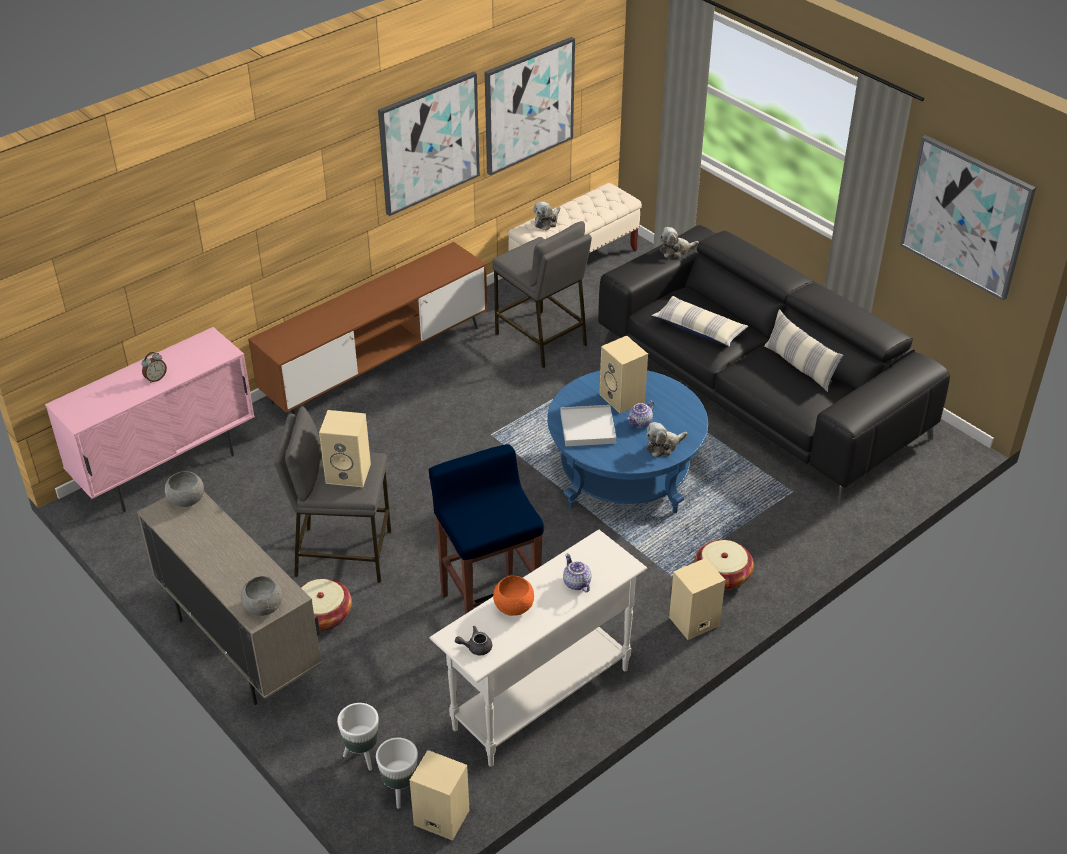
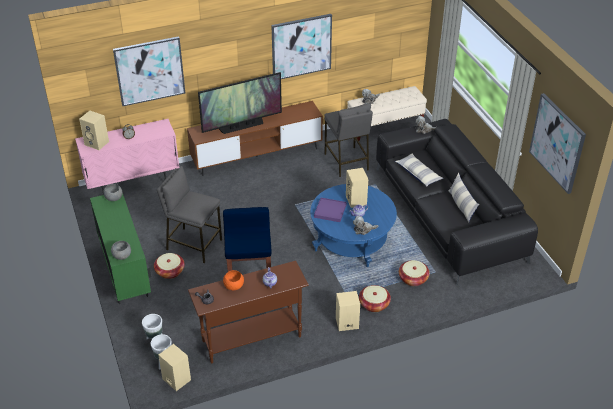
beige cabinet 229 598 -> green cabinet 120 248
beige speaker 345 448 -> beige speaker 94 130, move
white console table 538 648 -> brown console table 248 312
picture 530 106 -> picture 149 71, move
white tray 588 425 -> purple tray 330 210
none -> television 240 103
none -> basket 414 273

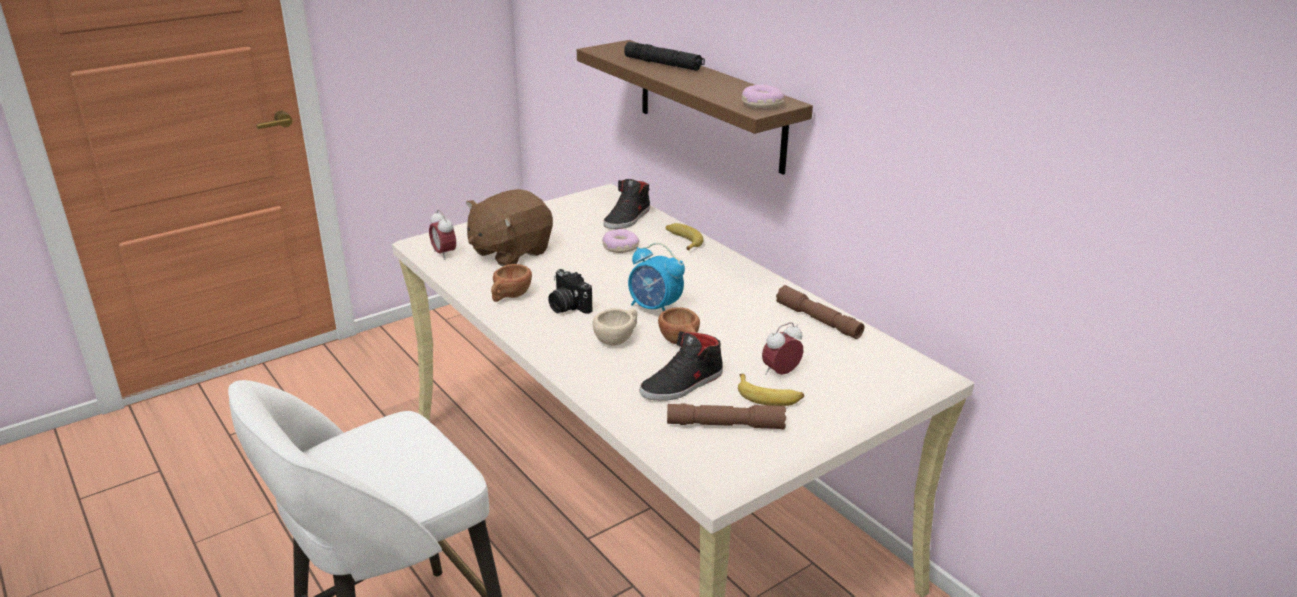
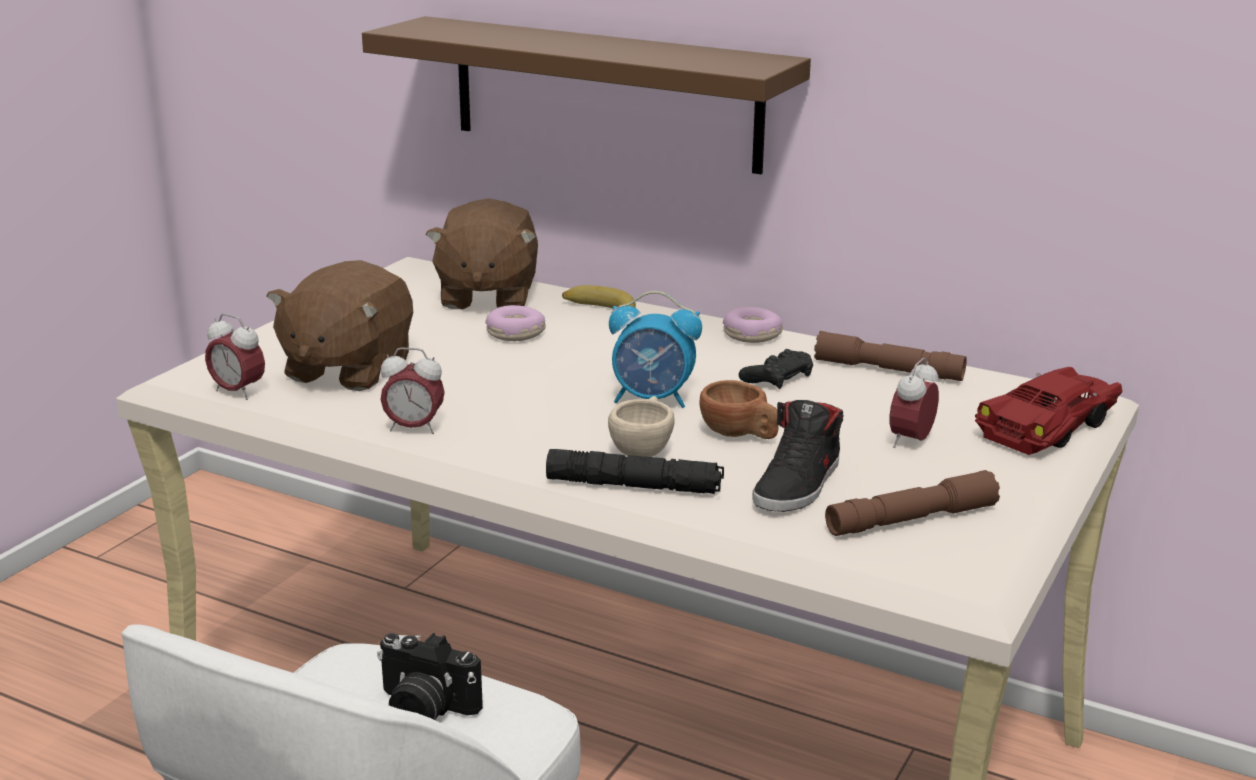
brown cup 511 283 -> alarm clock 413 390
photo camera 570 291 -> photo camera 430 676, move
black shoe 626 204 -> brown plush toy 481 253
black flashlight 664 56 -> black flashlight 635 471, move
banana 771 390 -> none
donut 763 97 -> donut 753 325, move
none -> black game controller 776 369
none -> red toy car 1049 411

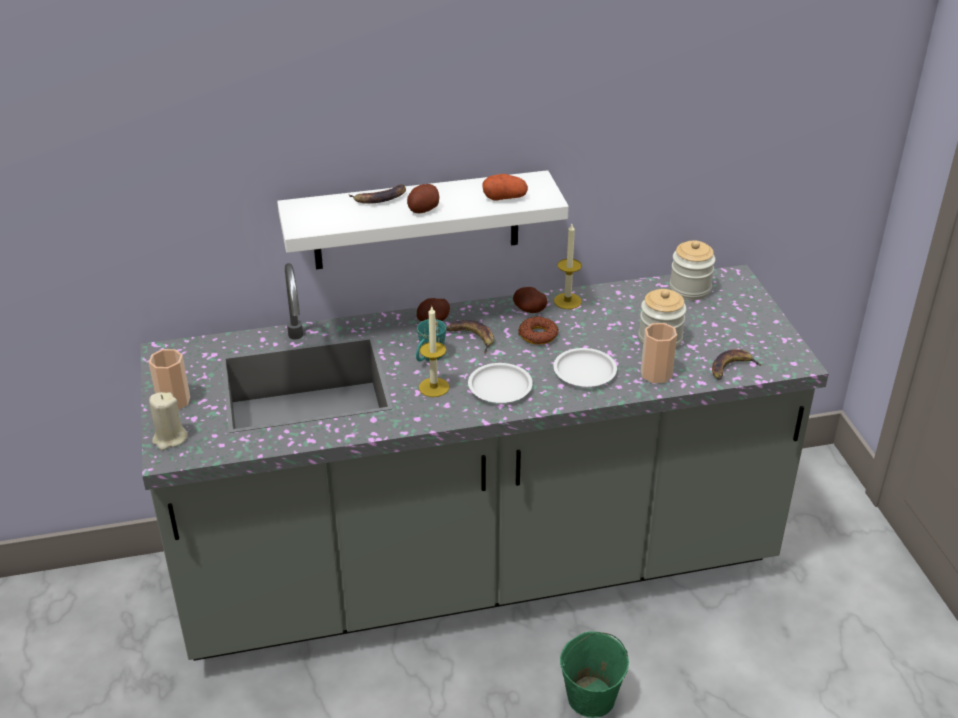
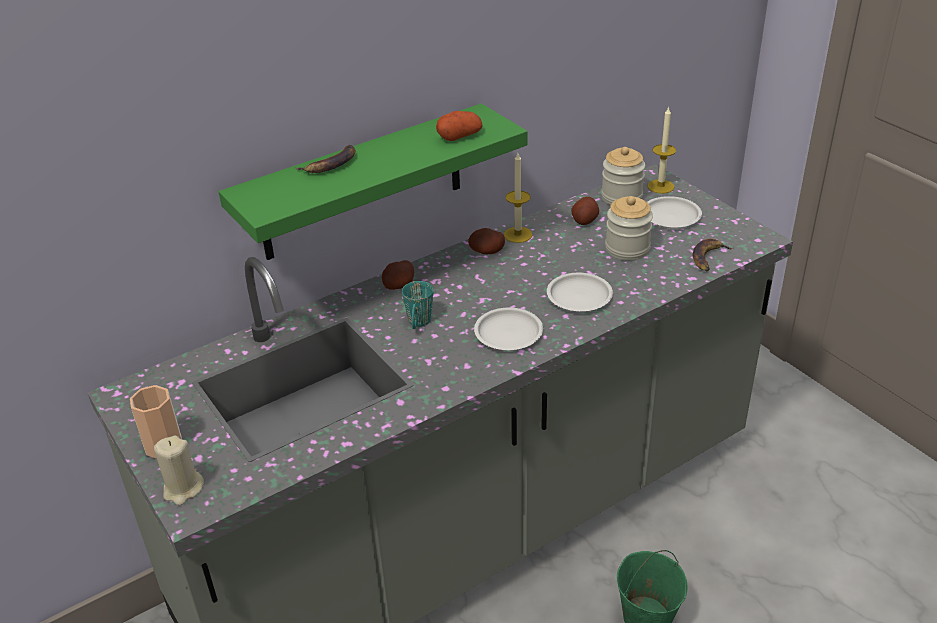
white shelf 423 219 -> green shelf 373 181
potato 423 198 -> potato 585 211, move
candle 434 351 -> candle 661 150, move
banana 470 337 -> none
donut 538 331 -> none
cup 659 353 -> none
none -> white plate 674 212

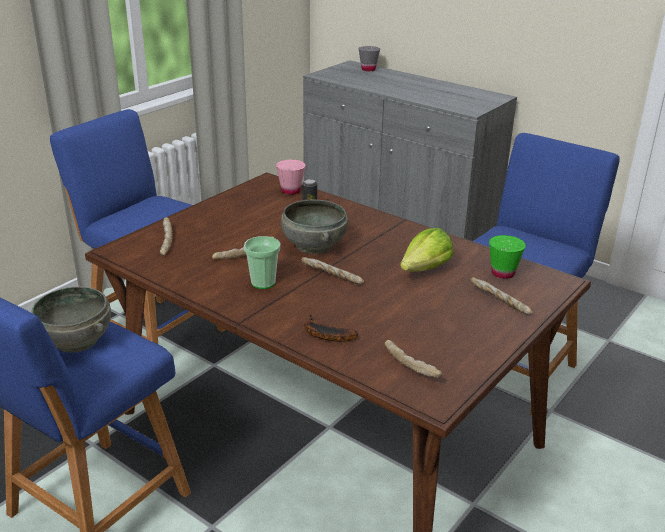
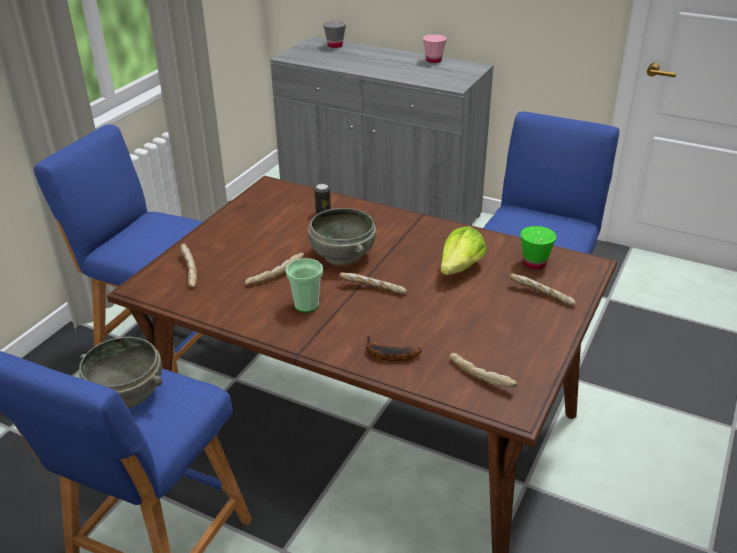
pink cup 291 177 -> pink cup 435 48, move

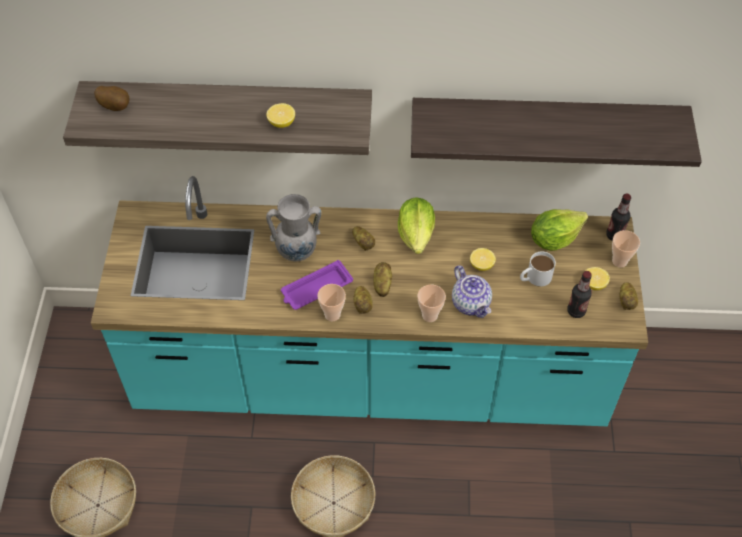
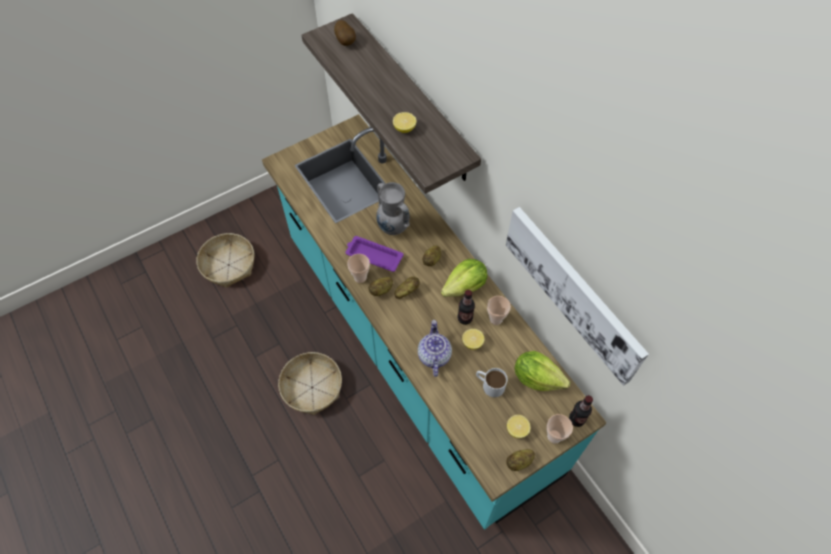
shelf 556 132 -> picture 577 296
cup 432 303 -> cup 499 310, move
teapot 472 291 -> teapot 435 348, 150 degrees clockwise
bottle 579 294 -> bottle 466 307, move

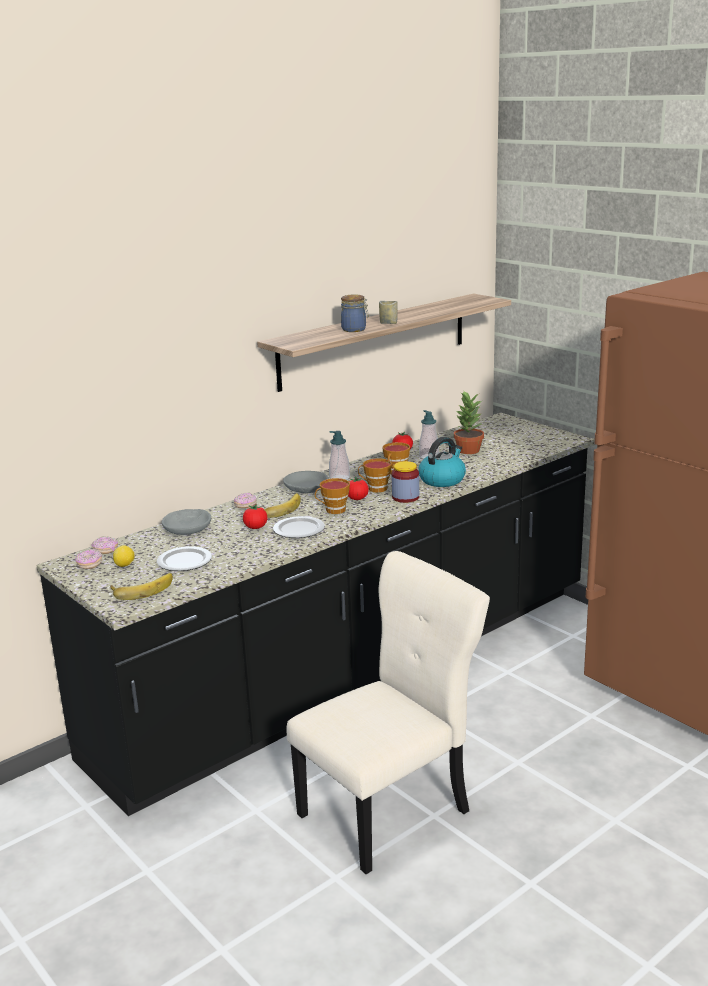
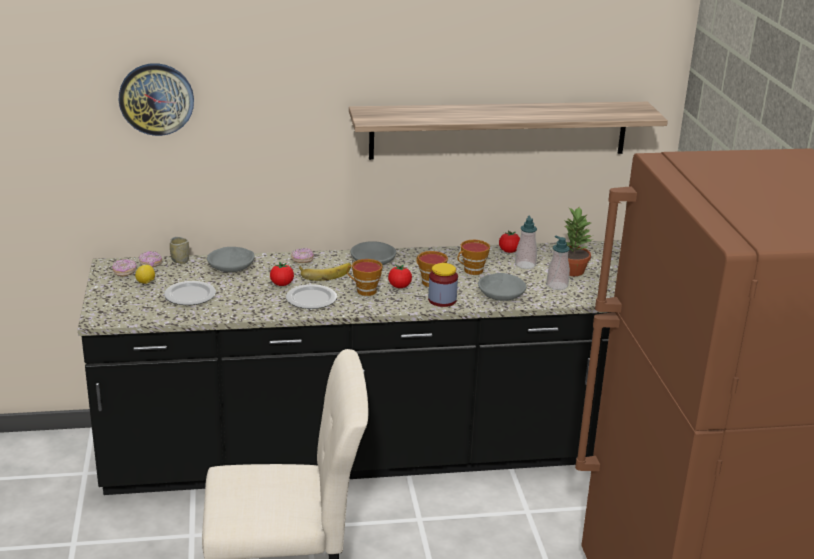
banana 141 586 -> none
soap dispenser 339 455 -> soap dispenser 558 263, move
jar 355 313 -> none
cup 388 312 -> cup 179 250, move
kettle 442 462 -> grey bowl 502 287
none -> wall clock 156 99

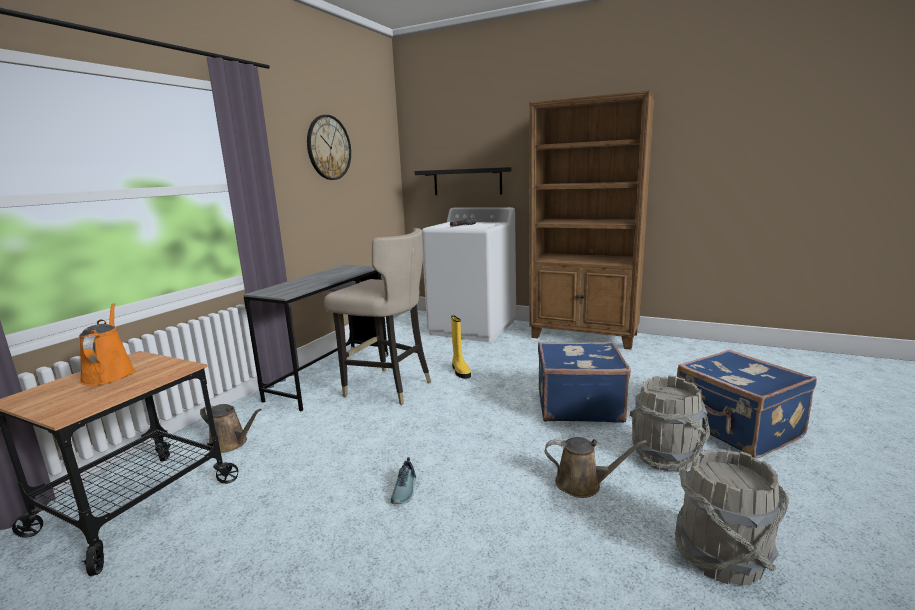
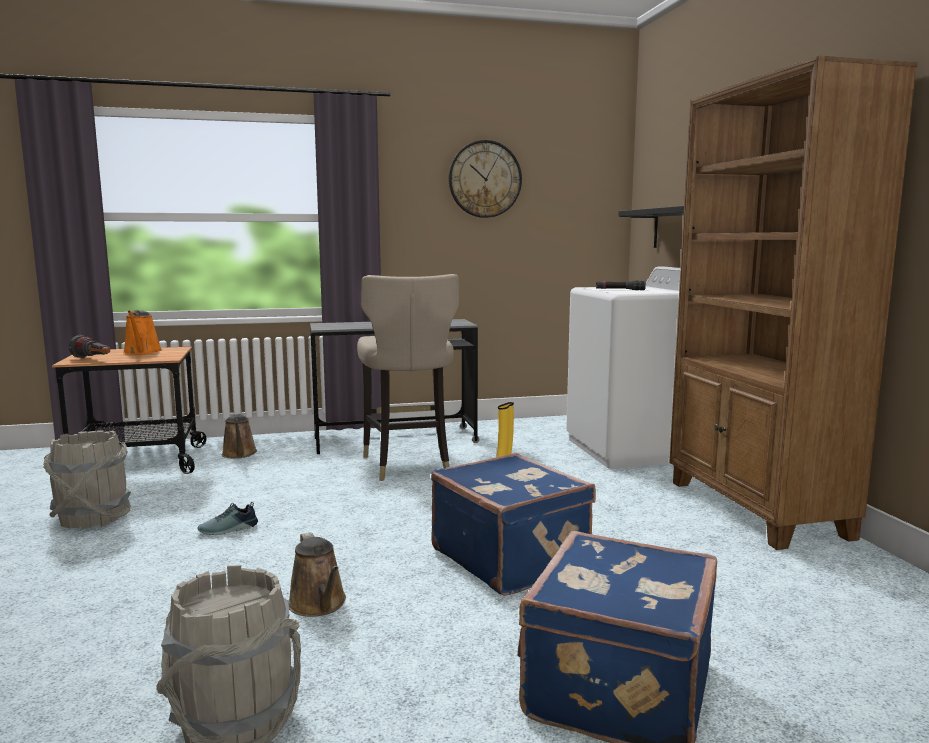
orange watering can 107 344 -> orange watering can 142 332, 135 degrees clockwise
grey bucket 670 423 -> grey bucket 87 479, move
none -> flashlight 89 346

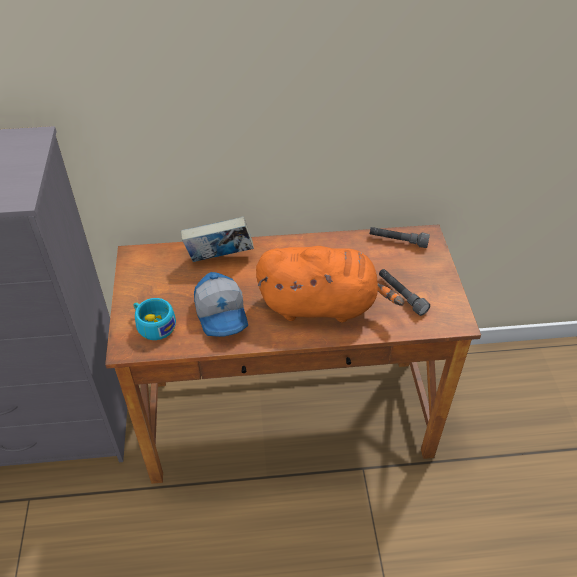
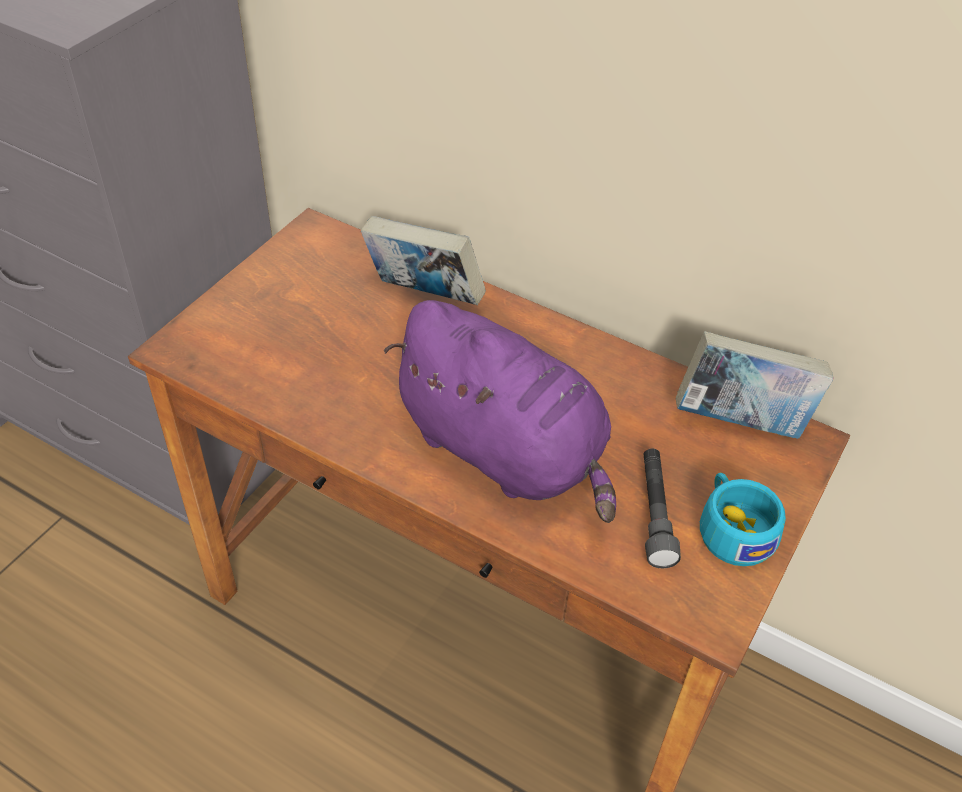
turquoise cup 154 319 -> turquoise cup 743 519, move
cap 221 304 -> none
orange plush toy 330 284 -> purple plush toy 500 411
grey flashlight 399 237 -> book 755 385

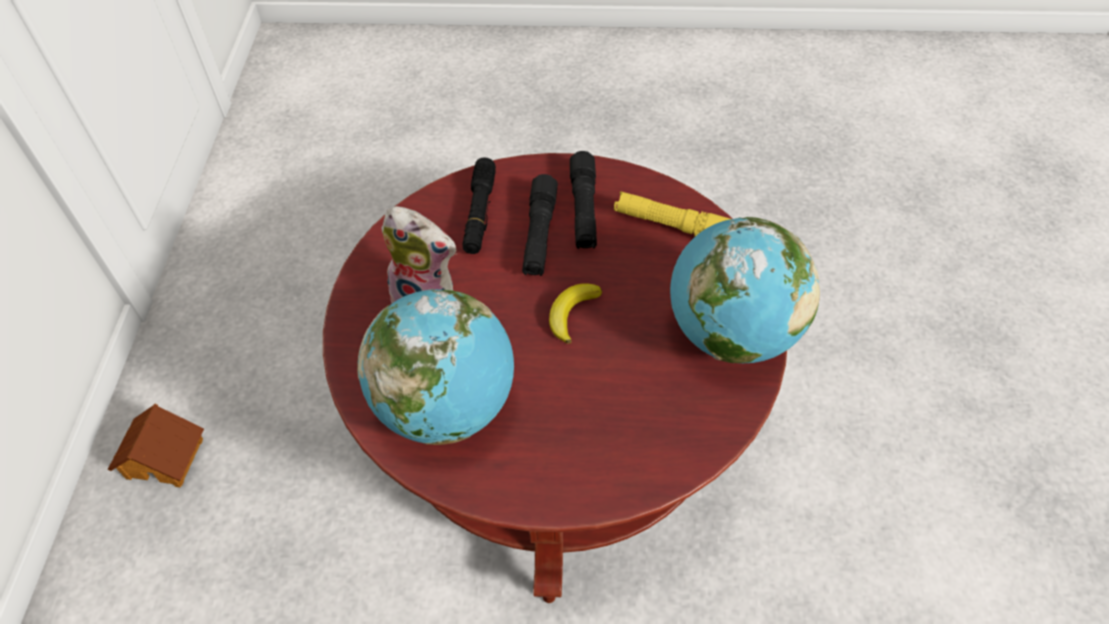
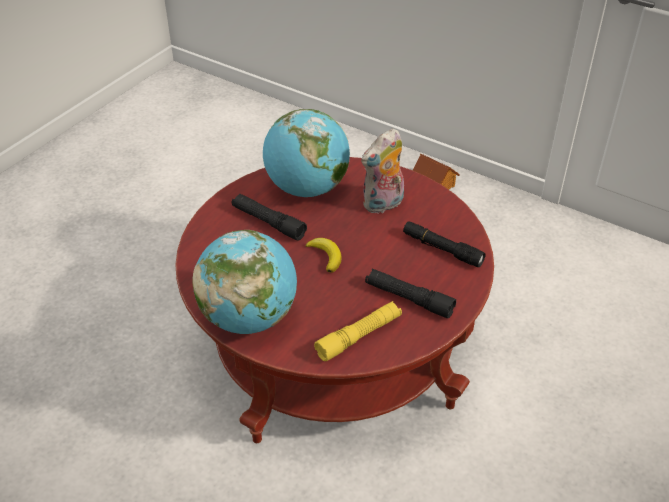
black flashlight 540 225 -> black flashlight 269 217, move

